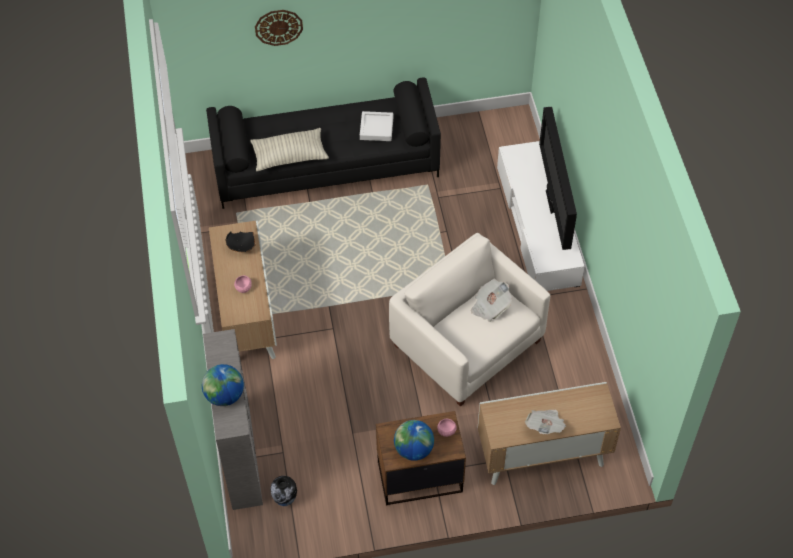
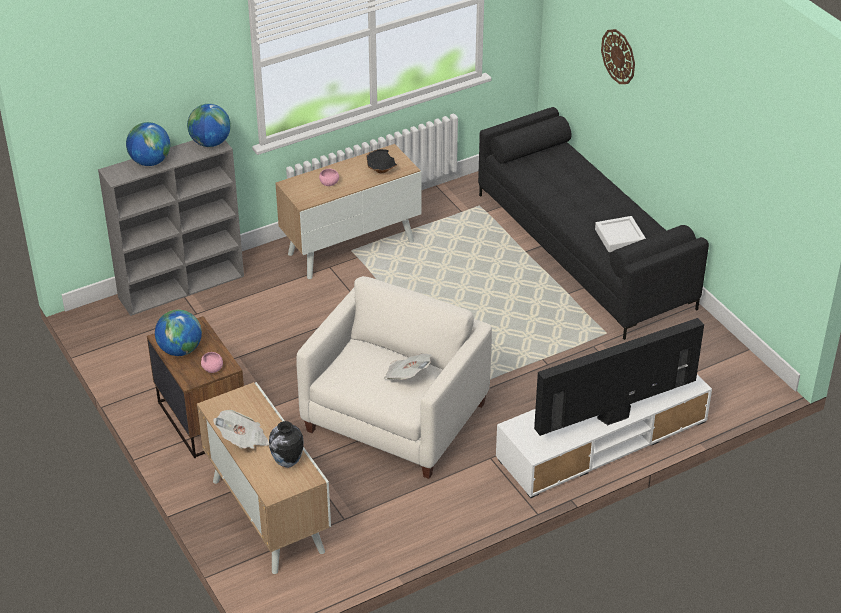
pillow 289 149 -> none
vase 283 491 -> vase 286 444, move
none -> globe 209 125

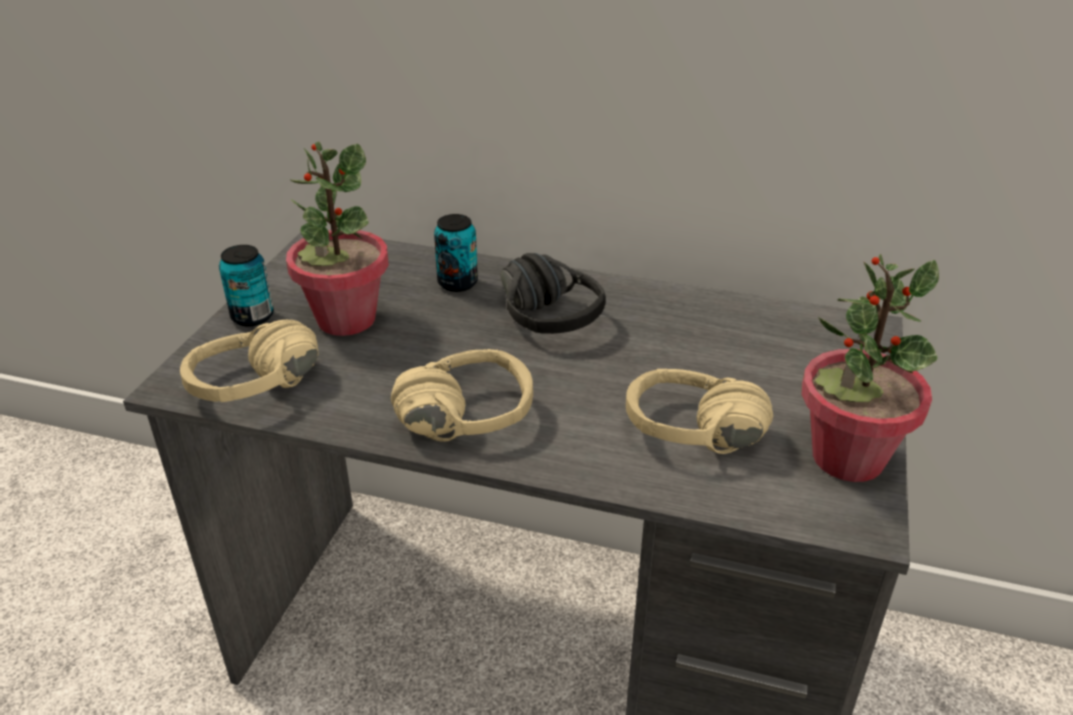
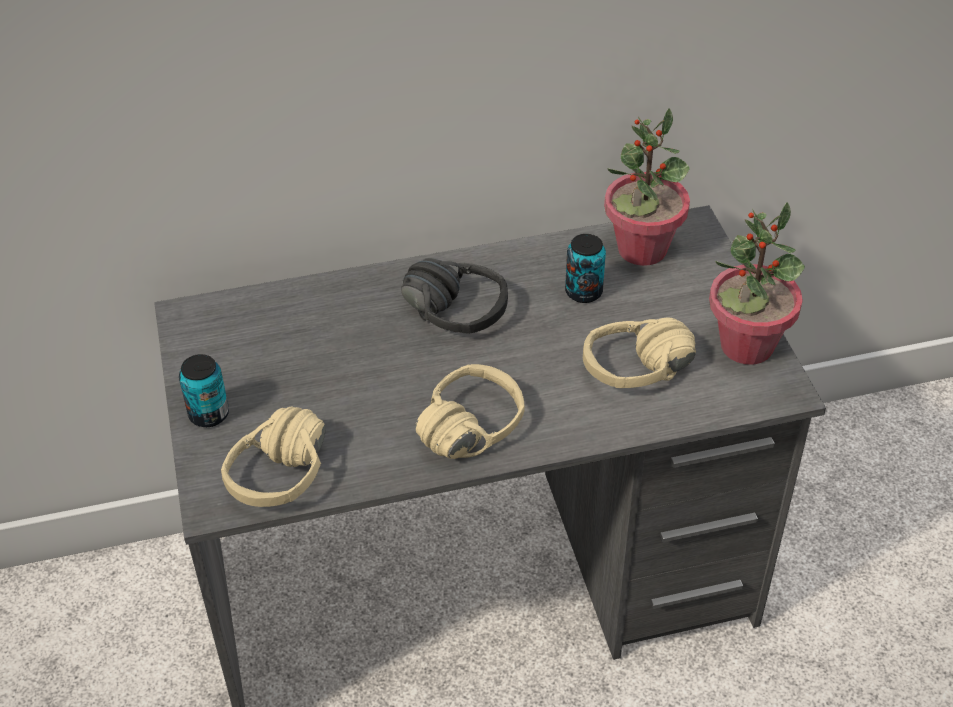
potted plant 337 239 -> potted plant 647 187, move
can 456 253 -> can 585 268, move

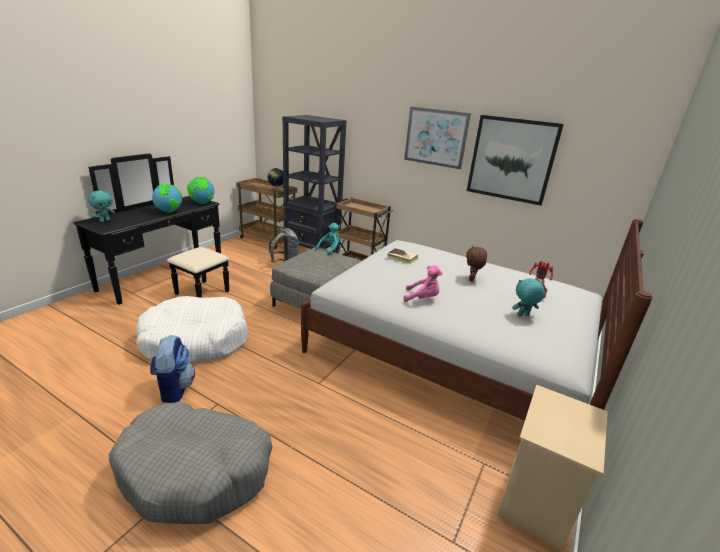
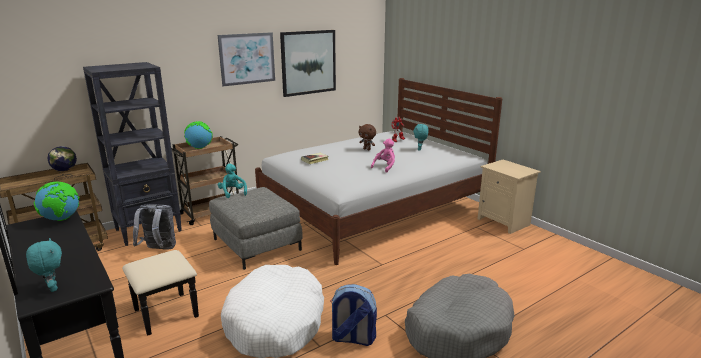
globe 167 198 -> globe 198 135, move

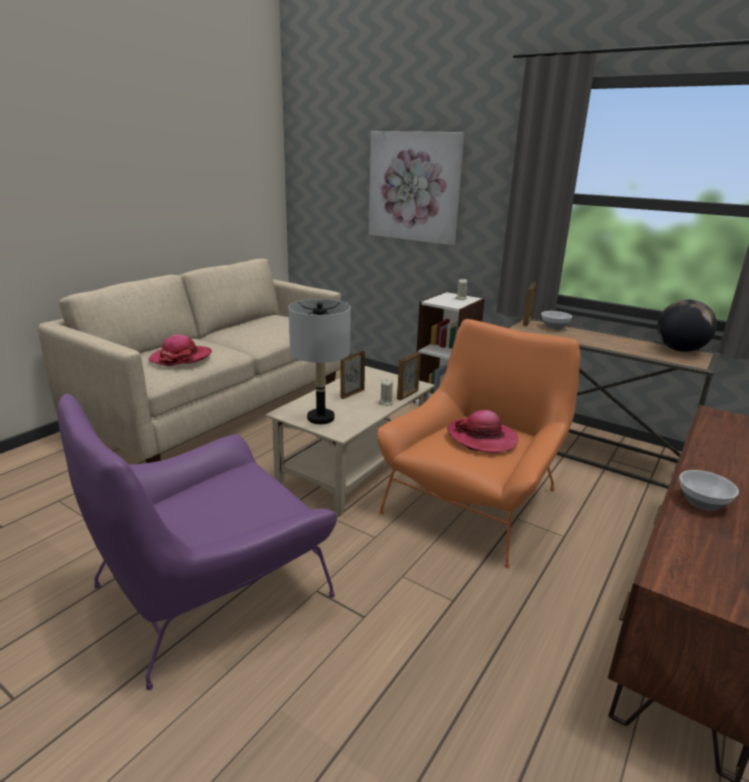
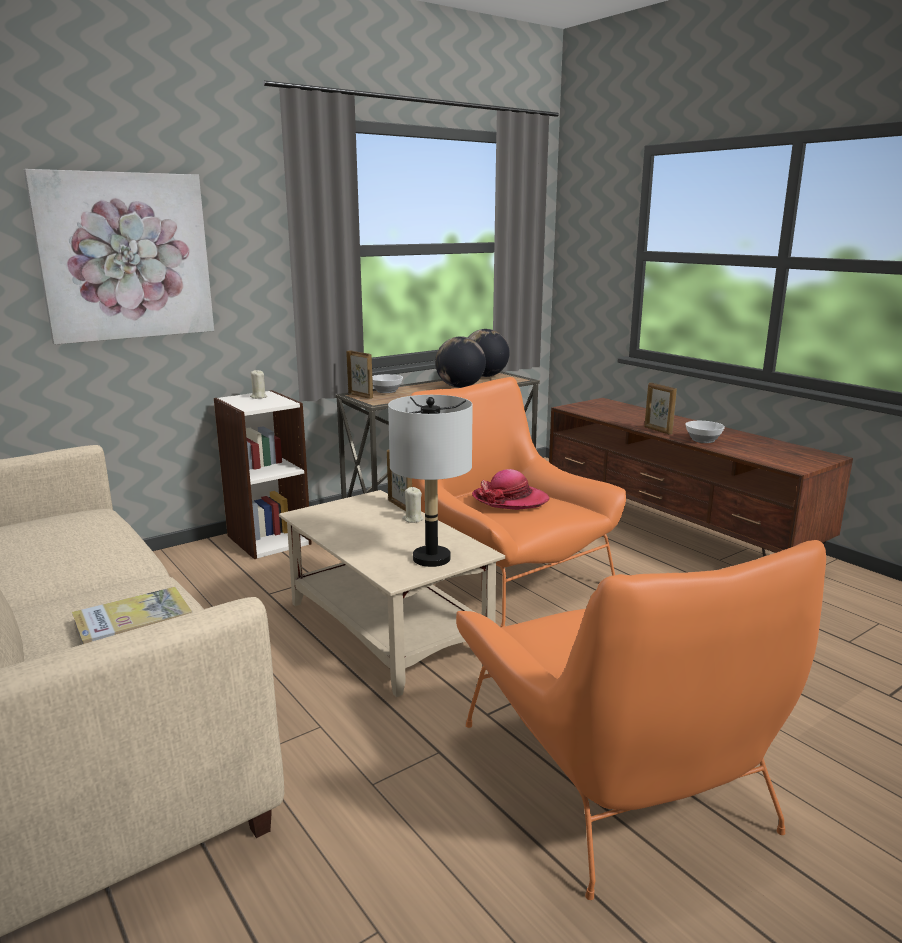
purple armchair 197 541 -> orange armchair 641 720
hat 180 350 -> book 132 616
picture frame 352 375 -> picture frame 660 409, move
none -> globe 460 362

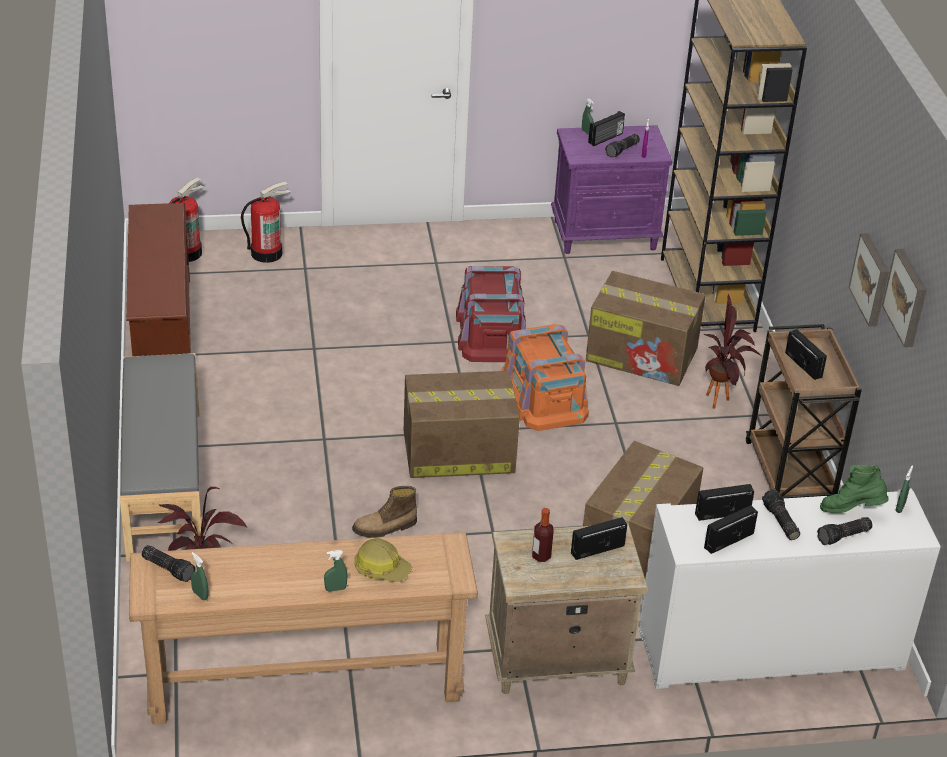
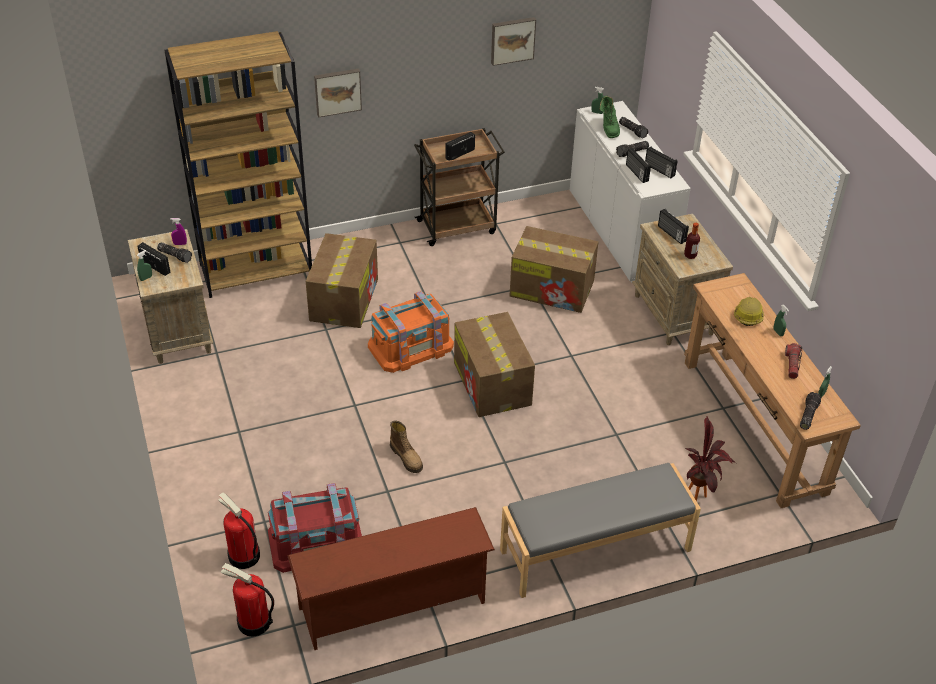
boot 384 512 -> boot 406 446, move
red storage box 491 314 -> red storage box 315 528, move
purple nightstand 612 189 -> beige nightstand 170 296
potted plant 733 351 -> none
picture 869 279 -> picture 338 93, move
none -> flashlight 793 361

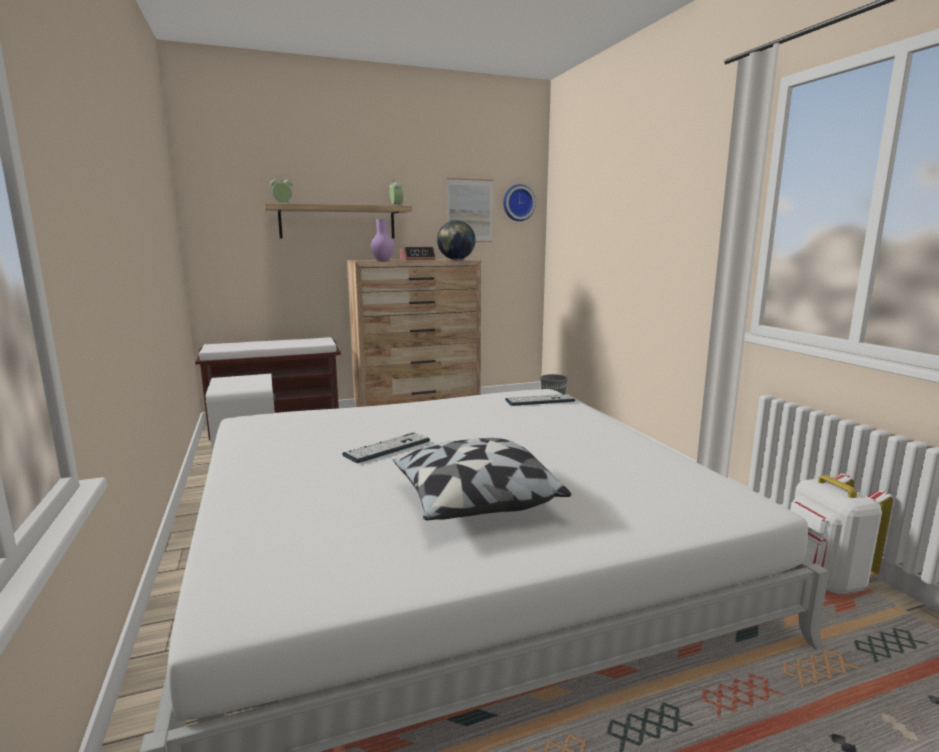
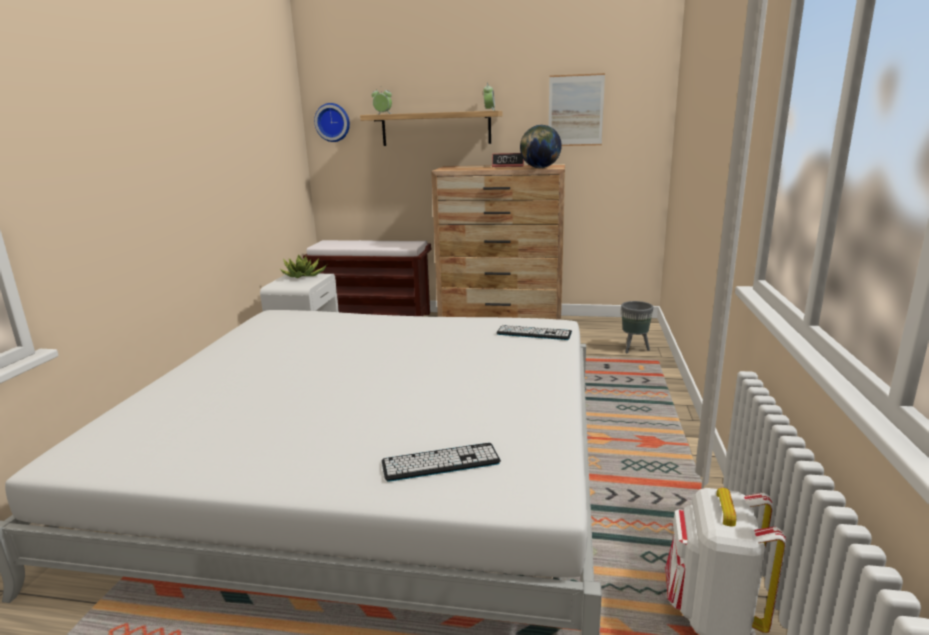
keyboard 386 448 -> keyboard 441 462, move
purple vase 382 240 -> none
pillow 482 479 -> none
wall clock 519 202 -> wall clock 332 122, move
none -> potted plant 303 266

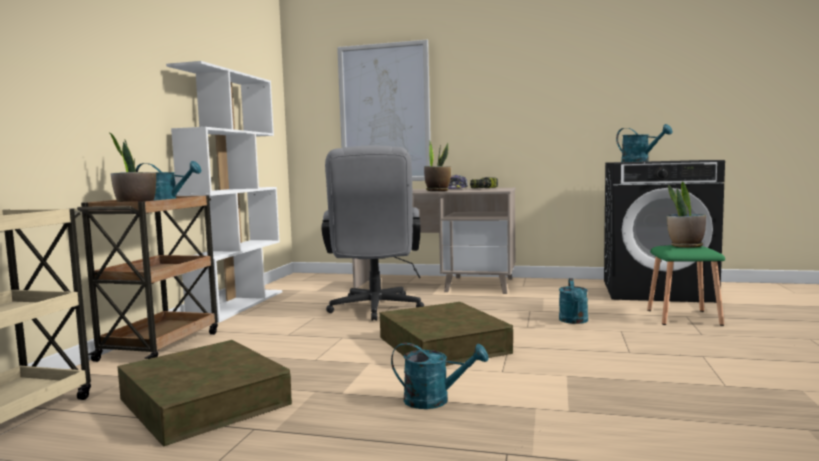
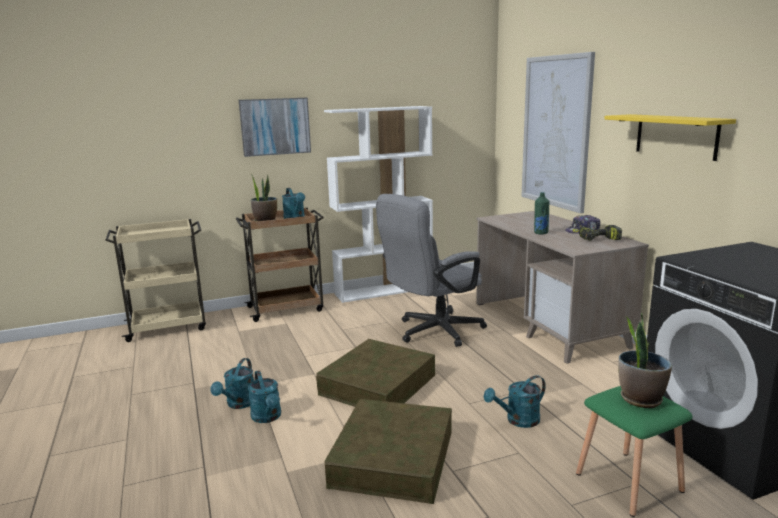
brown storage box 204 393 -> brown storage box 388 451, move
potted plant 437 165 -> green bottle 541 213
turquoise watering can 644 143 -> turquoise watering can 232 383, move
none -> picture 275 127
none -> yellow shelf 670 137

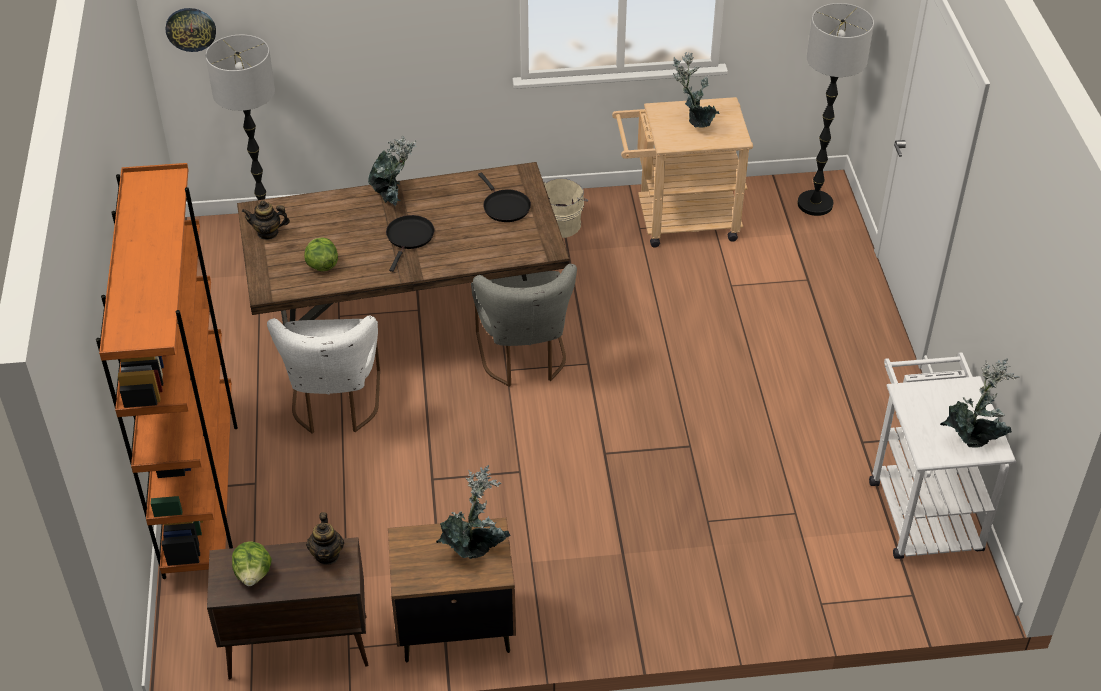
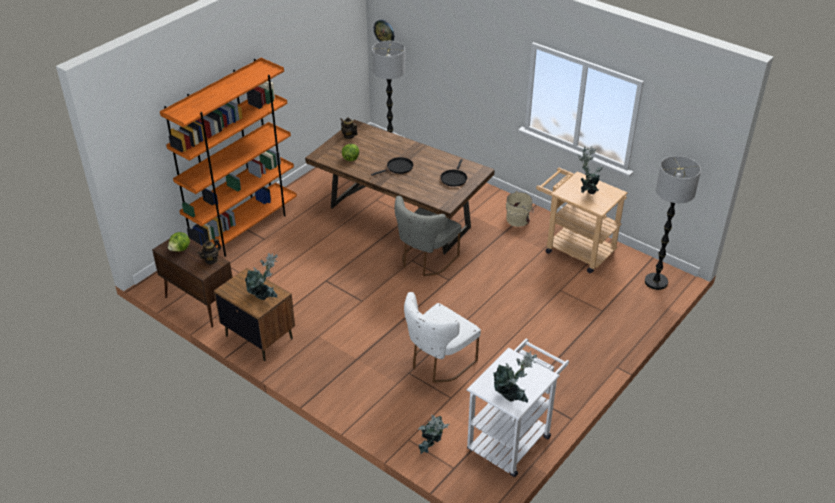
white chair 323 374 -> white chair 442 337, move
potted plant 392 171 -> potted plant 433 434, move

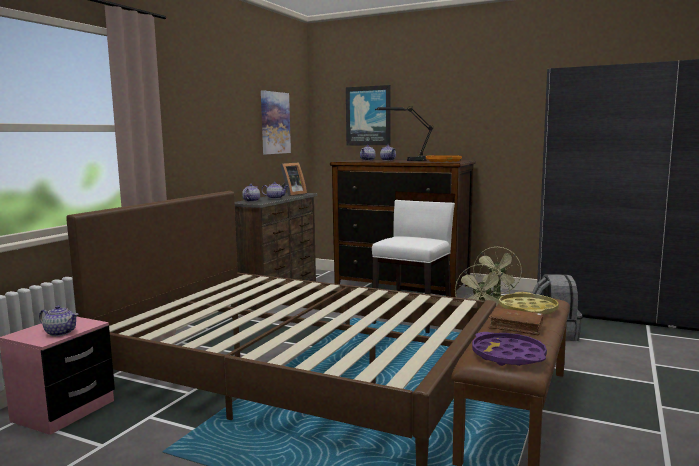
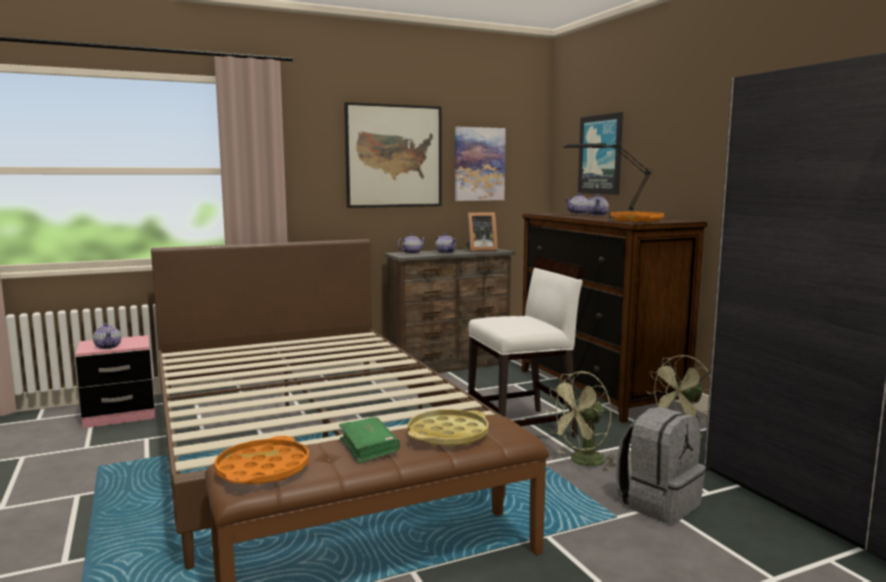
purple tray 509 349 -> orange tray 261 460
brown book 515 322 -> green book 369 440
none -> picture 393 155

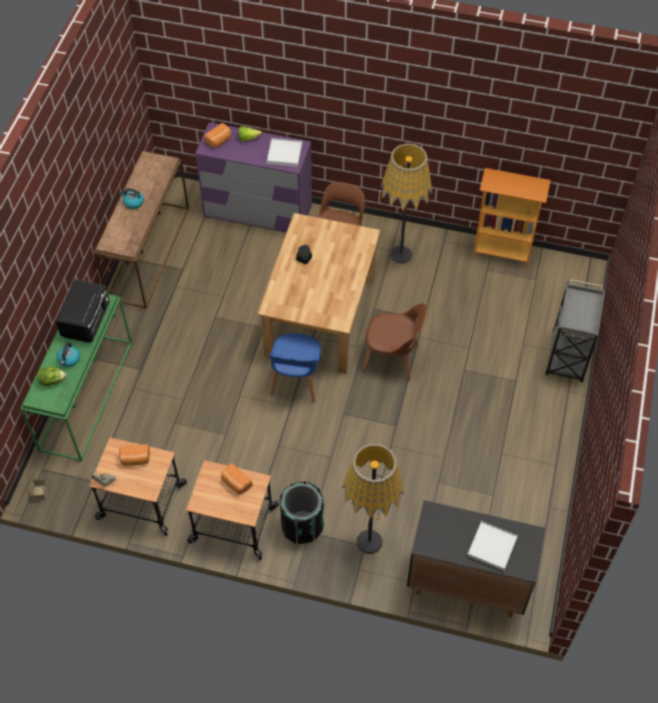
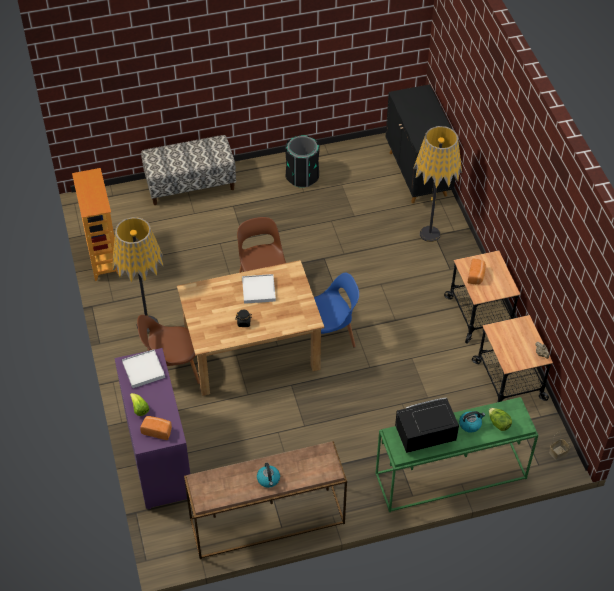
bread 134 455 -> none
black trash can 301 512 -> black trash can 302 161, move
white tray 492 546 -> white tray 259 289, move
grey cart 575 330 -> bench 188 170

